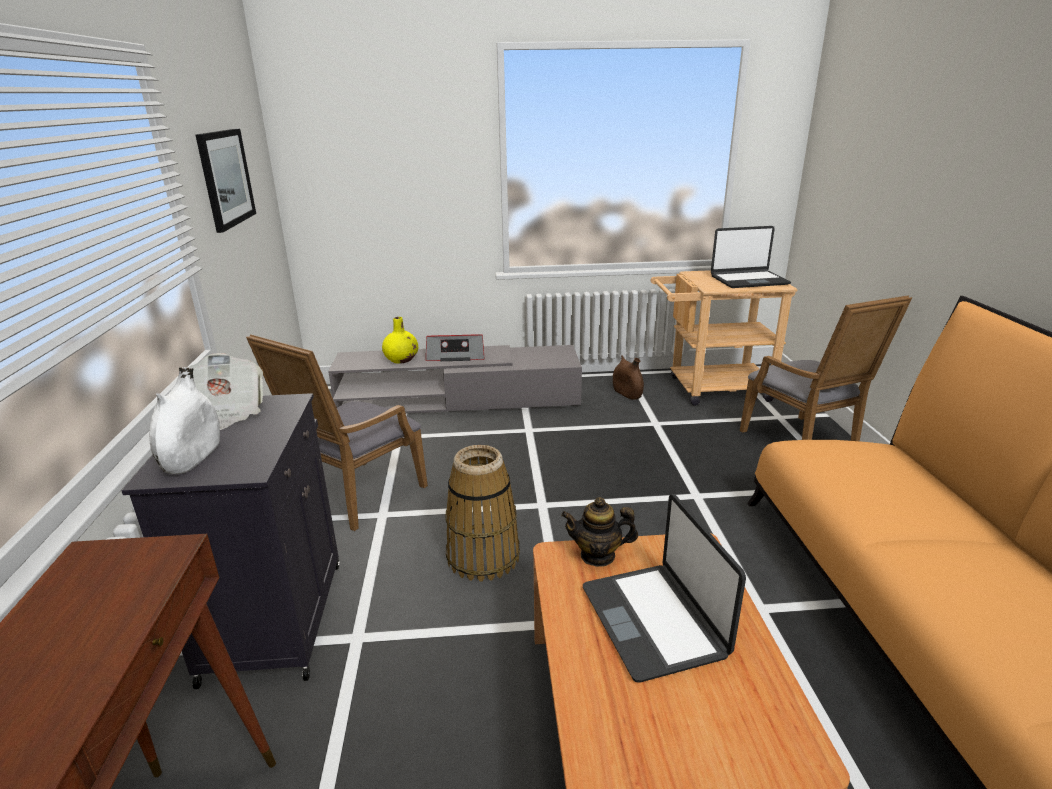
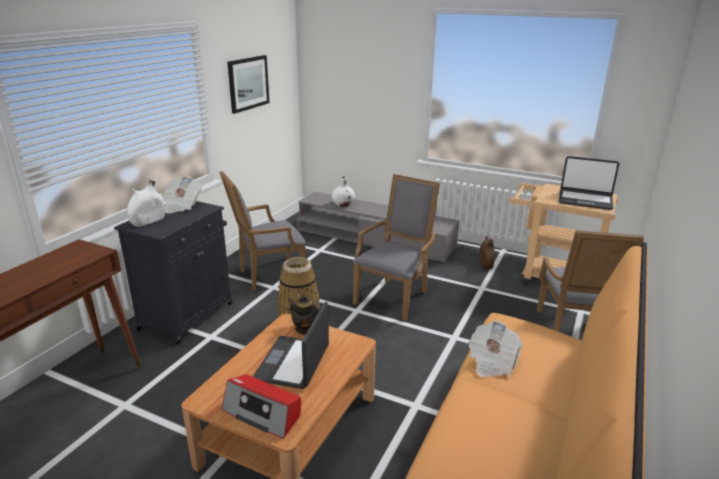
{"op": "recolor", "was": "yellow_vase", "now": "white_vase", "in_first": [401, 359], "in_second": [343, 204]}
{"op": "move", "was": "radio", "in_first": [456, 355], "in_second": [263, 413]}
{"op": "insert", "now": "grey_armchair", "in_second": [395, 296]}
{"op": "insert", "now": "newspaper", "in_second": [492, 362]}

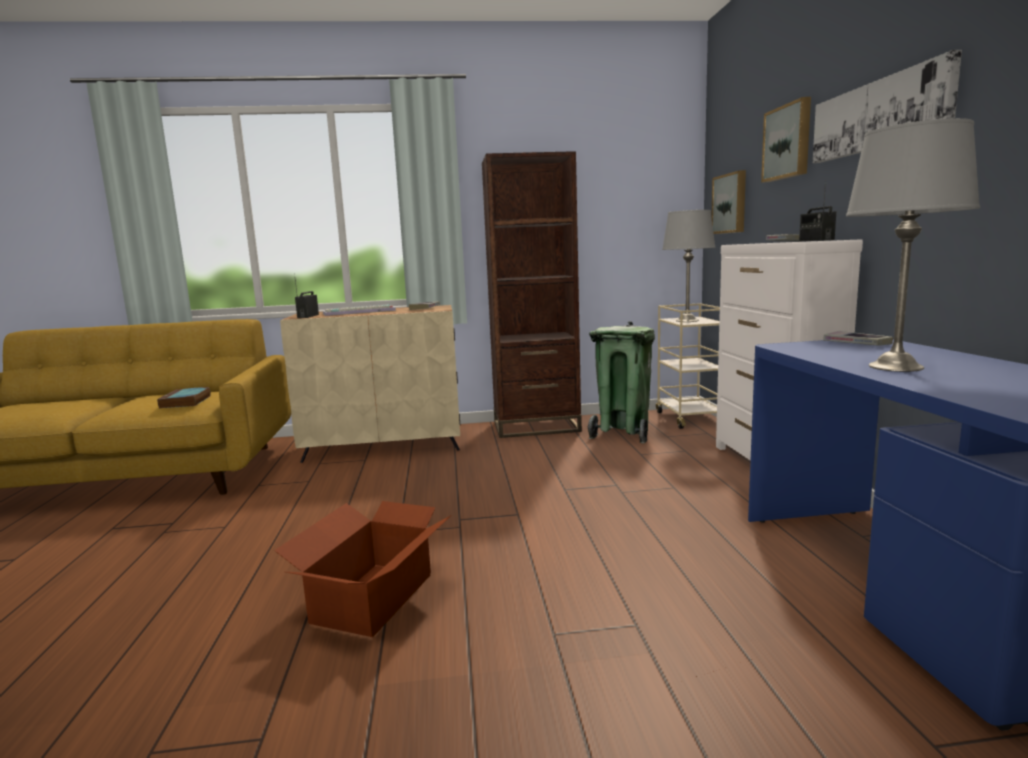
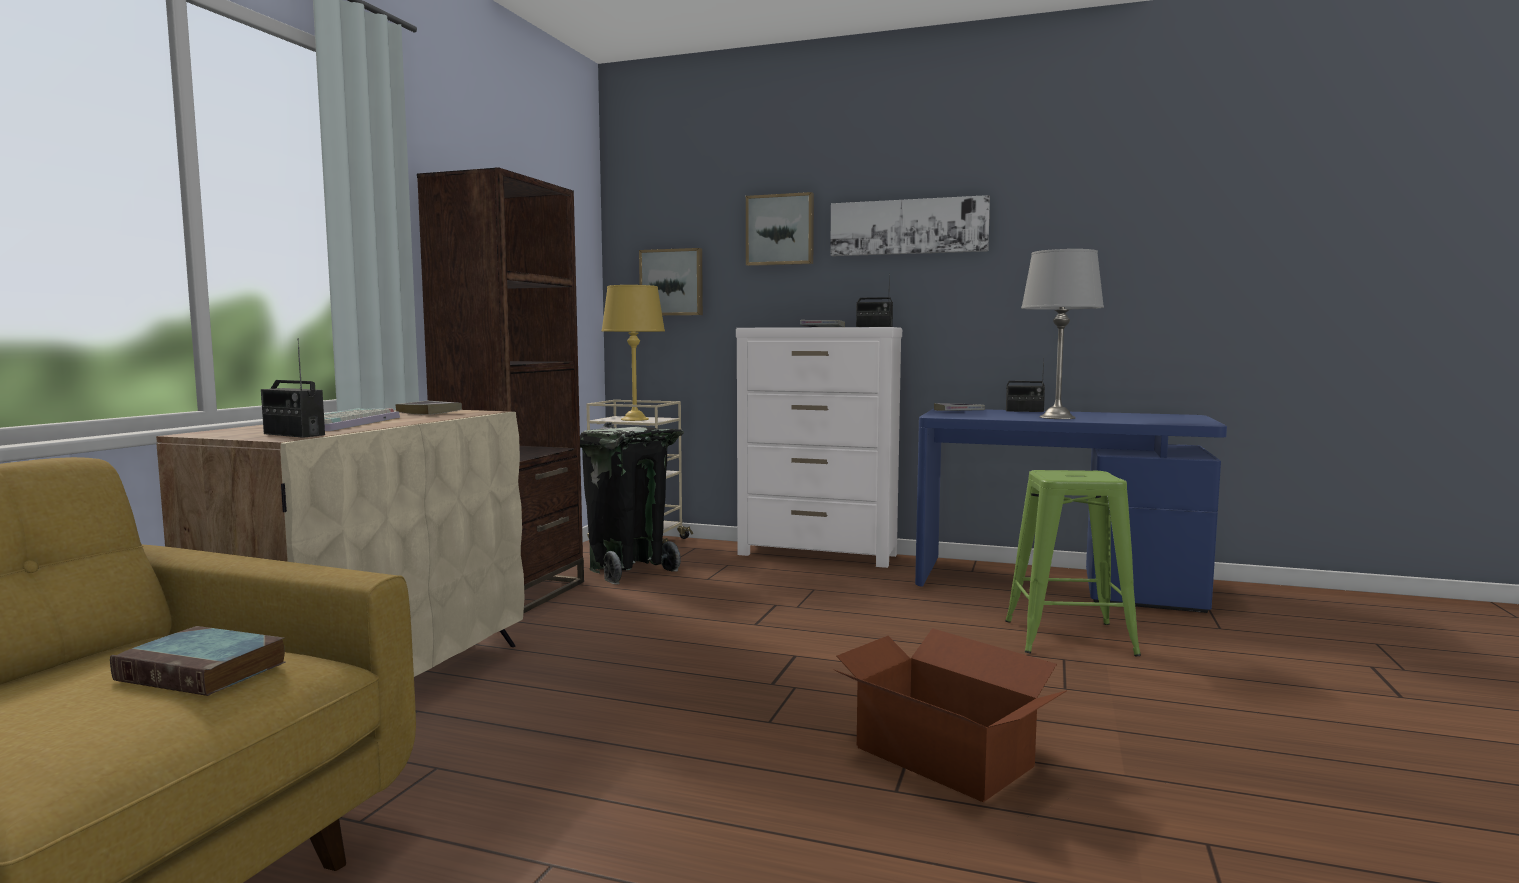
{"op": "recolor", "was": "green_trash_can", "now": "black_trash_can", "in_first": [622, 433], "in_second": [628, 570]}
{"op": "recolor", "was": "grey_table_lamp", "now": "yellow_table_lamp", "in_first": [687, 320], "in_second": [635, 419]}
{"op": "insert", "now": "green_stool", "in_second": [1070, 638]}
{"op": "insert", "now": "radio", "in_second": [1024, 411]}

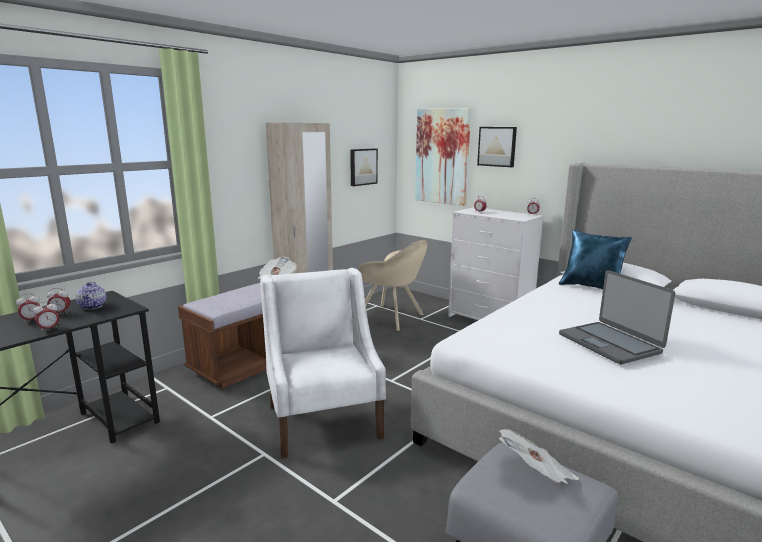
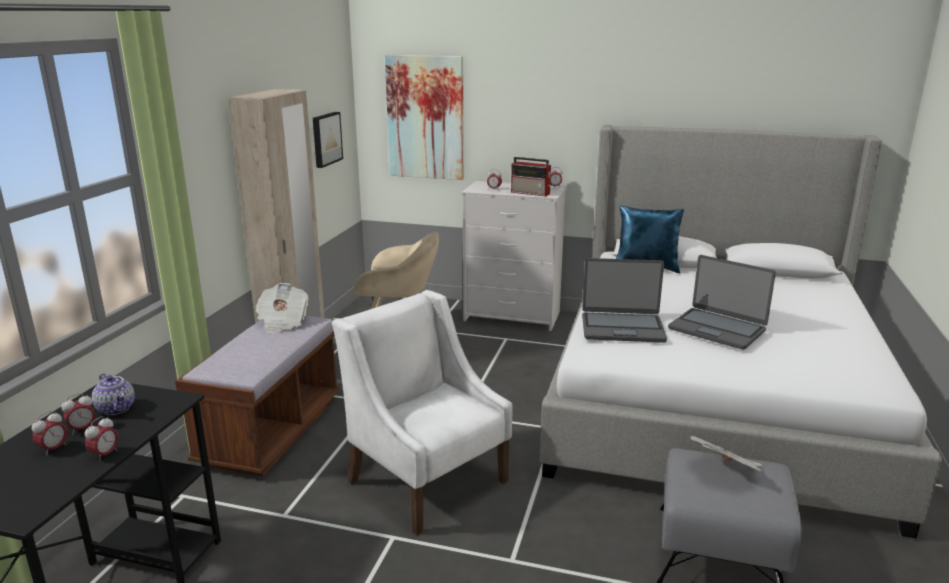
{"op": "delete", "was": "picture", "in_first": [497, 146]}
{"op": "insert", "now": "radio", "in_second": [531, 193]}
{"op": "insert", "now": "laptop", "in_second": [622, 328]}

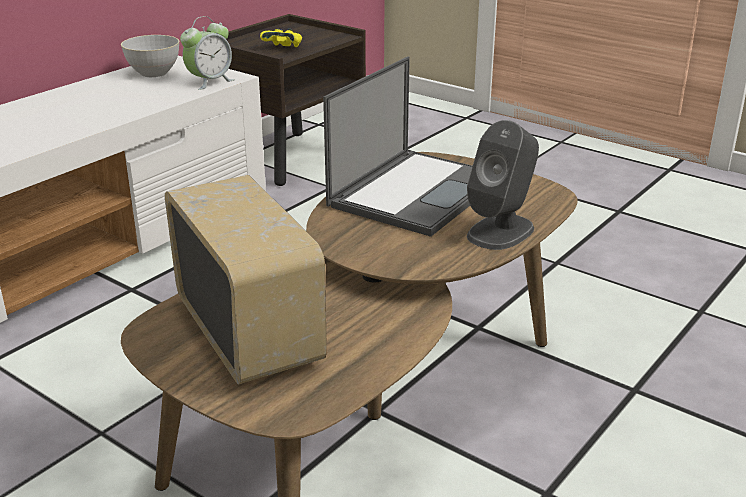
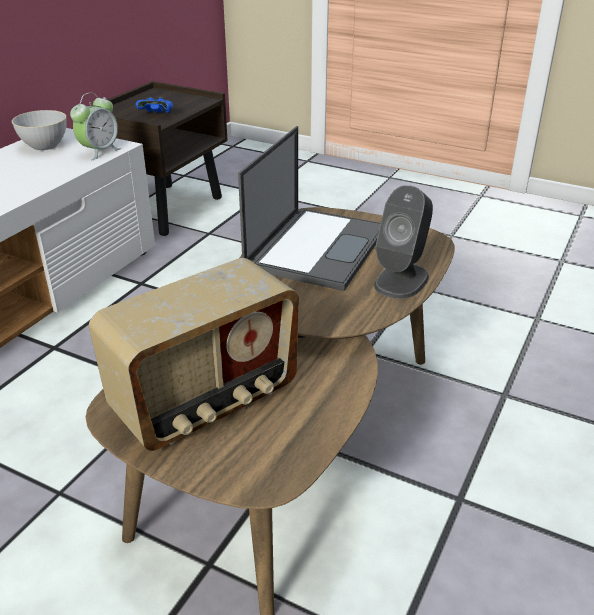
{"op": "rotate", "was": "radio", "in_first": [250, 333], "in_second": [206, 402], "clockwise": 90}
{"op": "recolor", "was": "yellow_game_controller", "now": "blue_game_controller", "in_first": [284, 48], "in_second": [157, 114]}

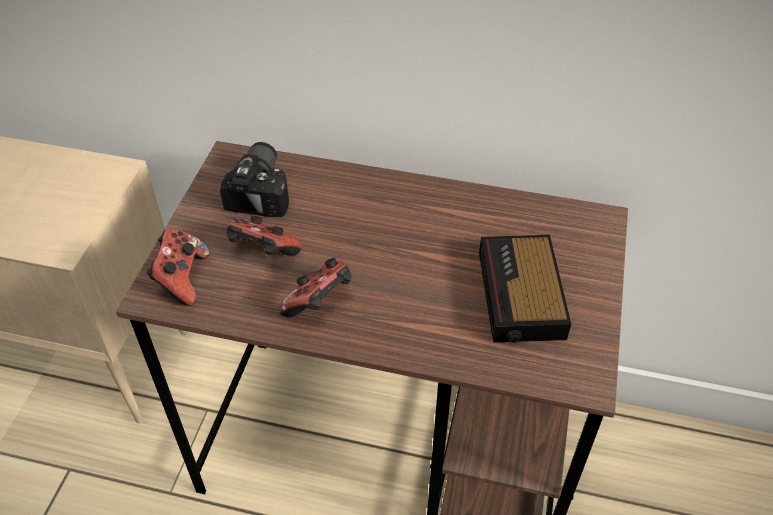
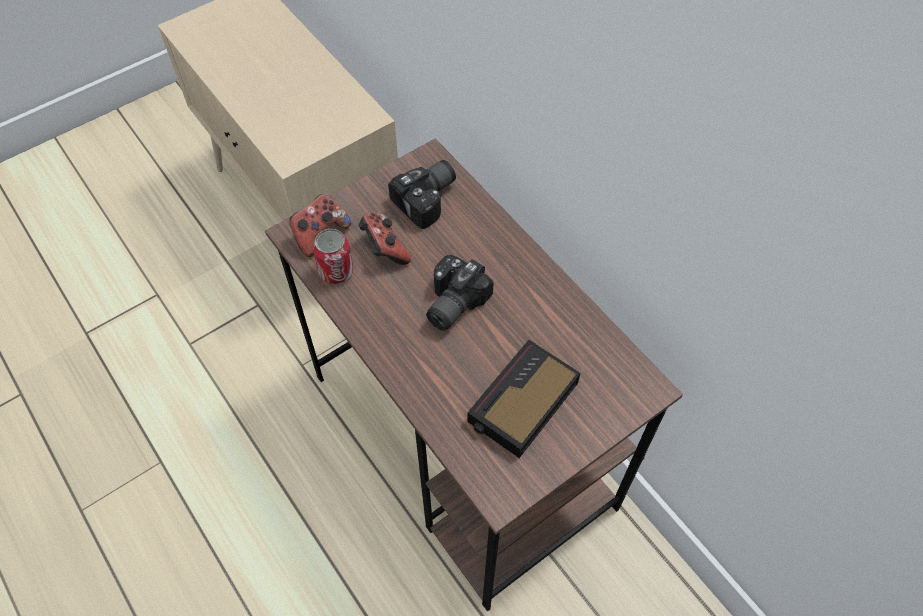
{"op": "delete", "was": "game_controller", "in_first": [319, 303]}
{"op": "insert", "now": "can", "in_second": [336, 271]}
{"op": "insert", "now": "photo_camera", "in_second": [451, 303]}

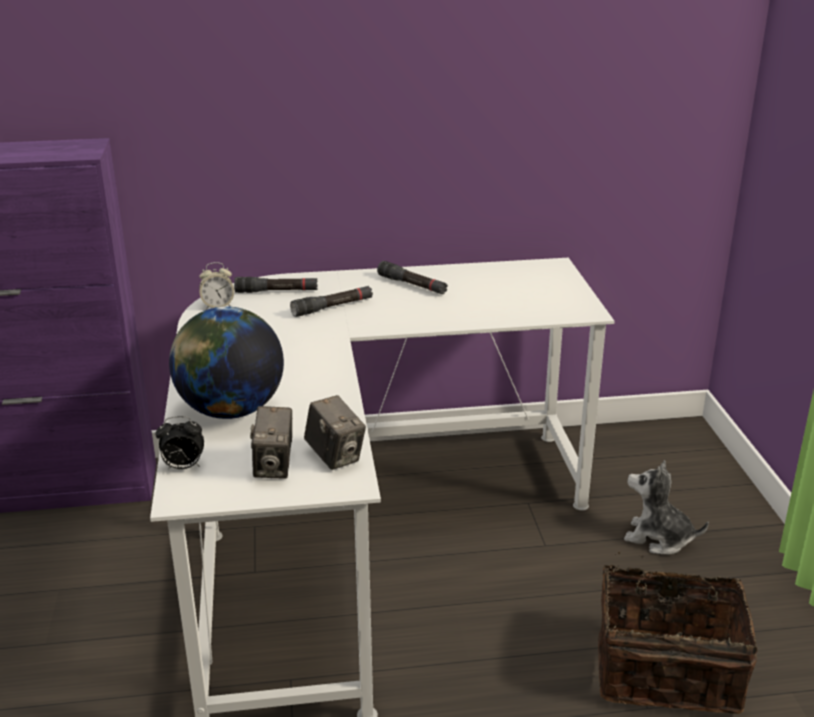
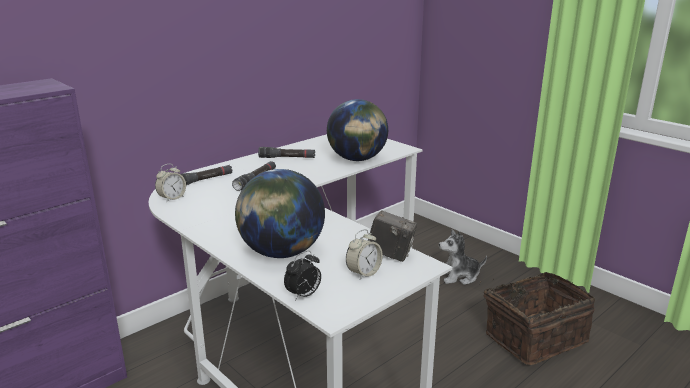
{"op": "replace", "was": "photo_camera", "now": "alarm_clock", "in_first": [274, 466], "in_second": [363, 273]}
{"op": "insert", "now": "globe", "in_second": [357, 159]}

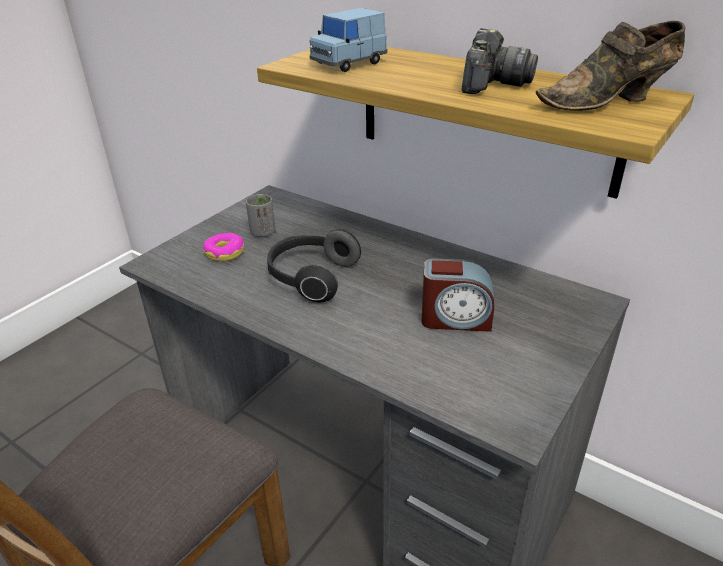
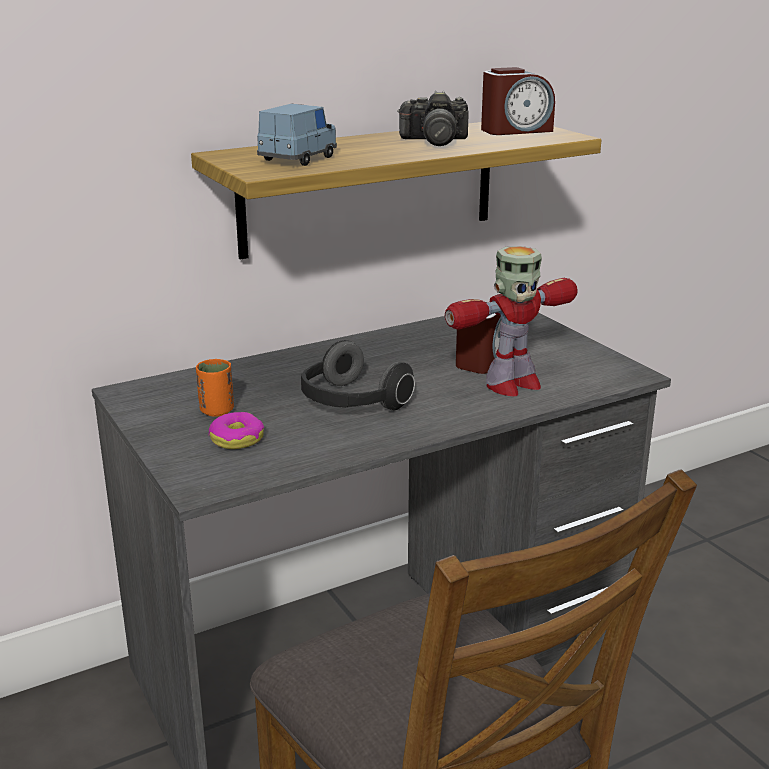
{"op": "recolor", "was": "grey_cup", "now": "orange_cup", "in_first": [263, 232], "in_second": [216, 411]}
{"op": "rotate", "was": "blue_toy_car", "in_first": [348, 63], "in_second": [298, 159], "clockwise": -135}
{"op": "rotate", "was": "photo_camera", "in_first": [492, 84], "in_second": [434, 141], "clockwise": 135}
{"op": "replace", "was": "brown_shoe", "now": "alarm_clock", "in_first": [609, 102], "in_second": [515, 130]}
{"op": "insert", "now": "toy_robot", "in_second": [511, 385]}

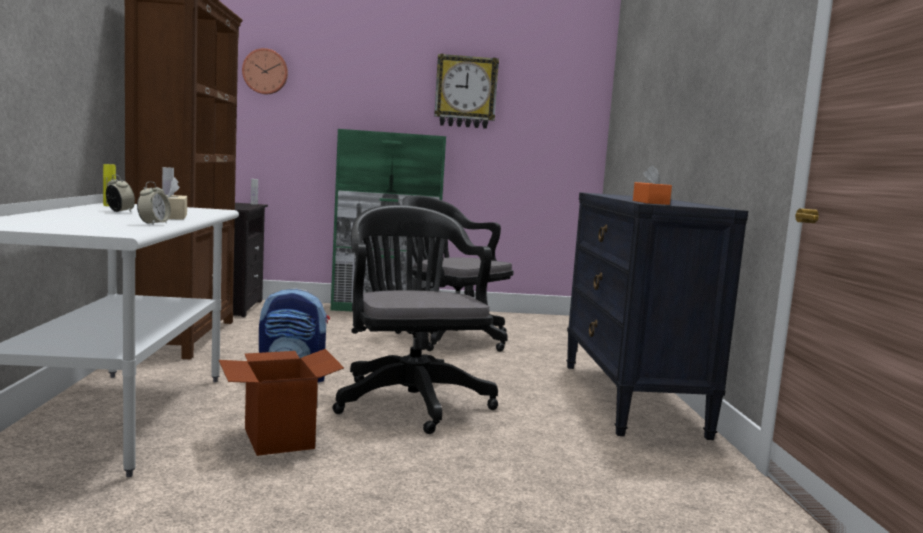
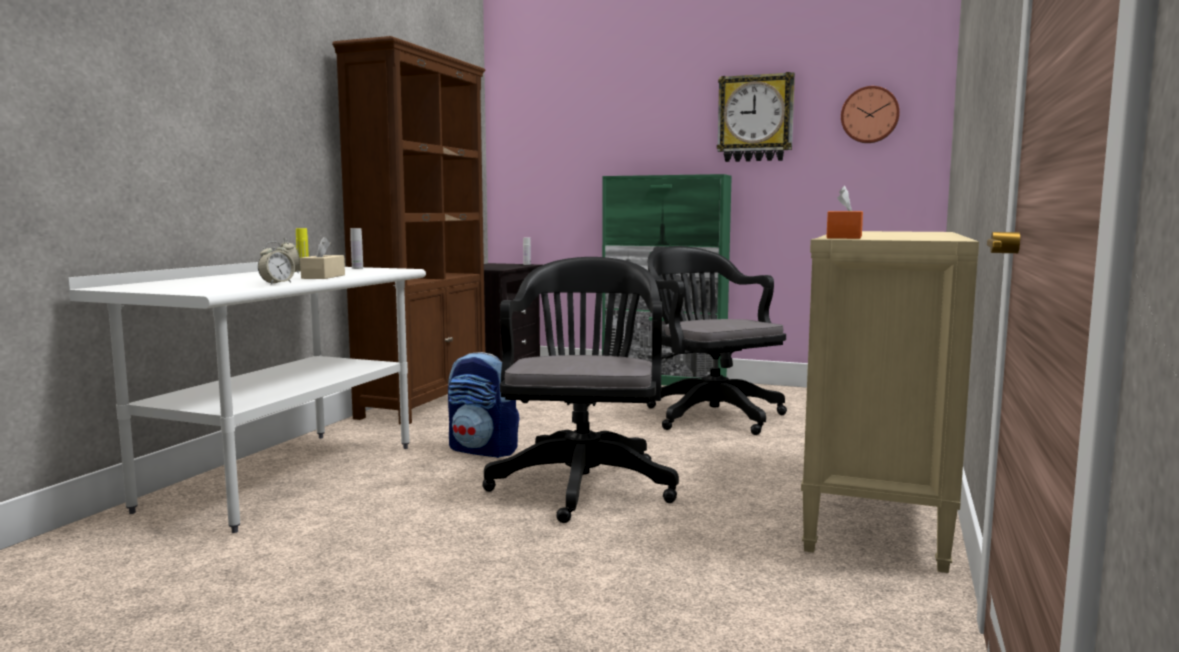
{"op": "delete", "was": "cardboard_box", "in_first": [278, 438]}
{"op": "move", "was": "wall_clock", "in_first": [265, 71], "in_second": [869, 115]}
{"op": "recolor", "was": "black_dresser", "now": "beige_dresser", "in_first": [631, 398], "in_second": [878, 505]}

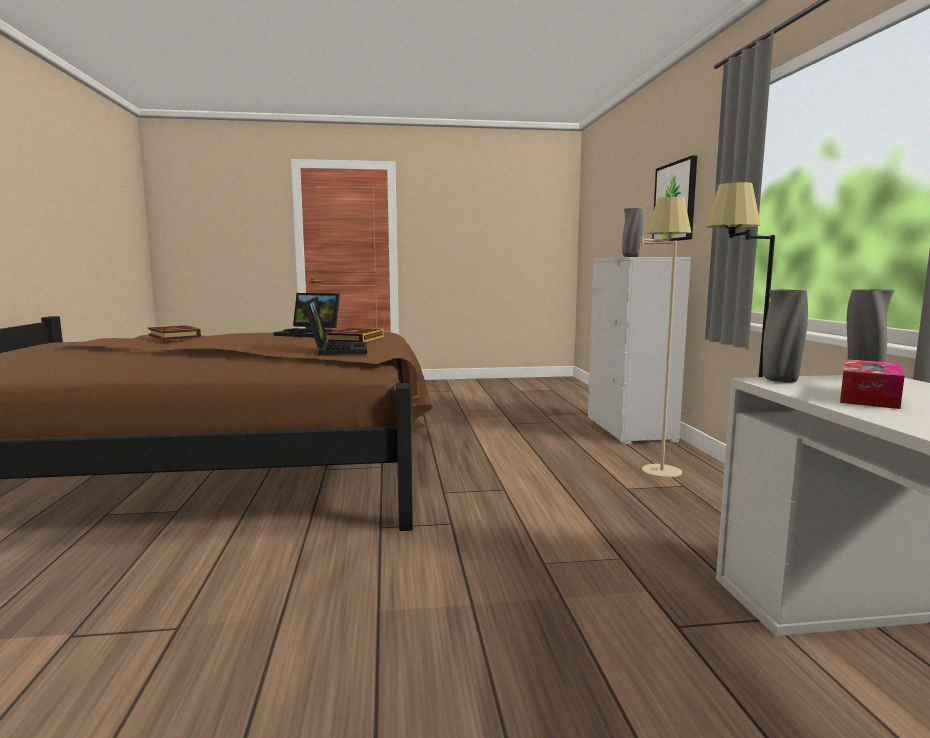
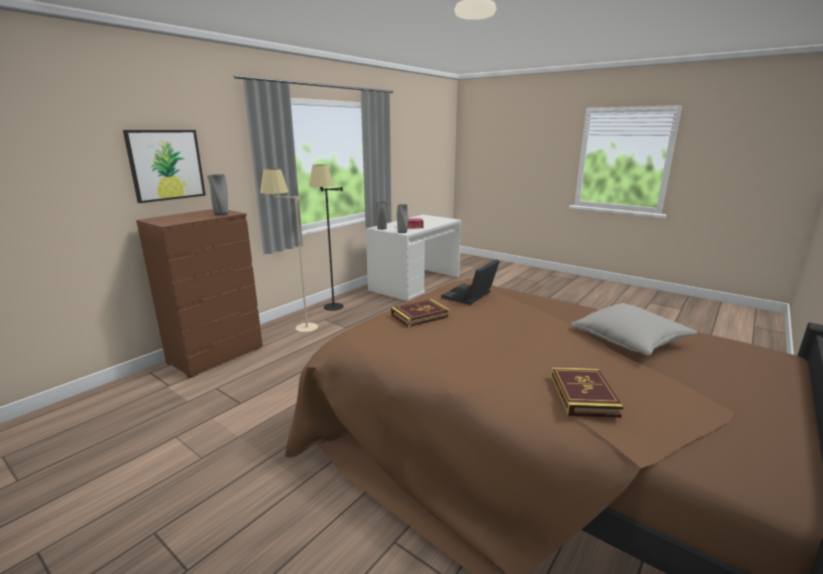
{"op": "delete", "was": "laptop", "in_first": [310, 334]}
{"op": "recolor", "was": "white_dresser", "now": "brown_dresser", "in_first": [630, 430], "in_second": [216, 355]}
{"op": "insert", "now": "grey_pillow", "in_second": [630, 341]}

